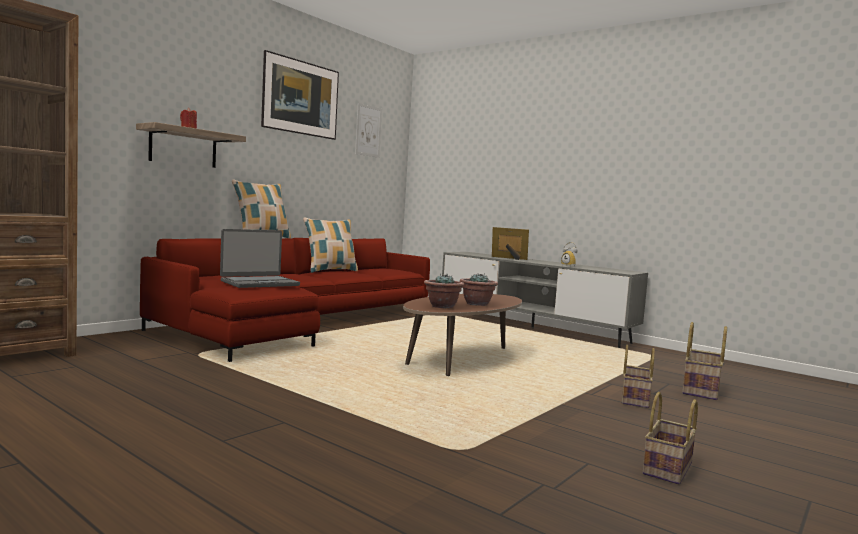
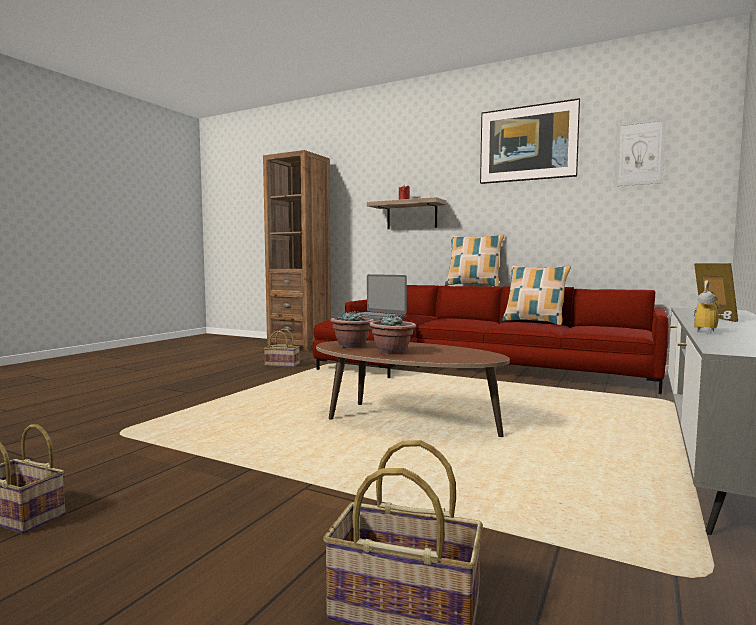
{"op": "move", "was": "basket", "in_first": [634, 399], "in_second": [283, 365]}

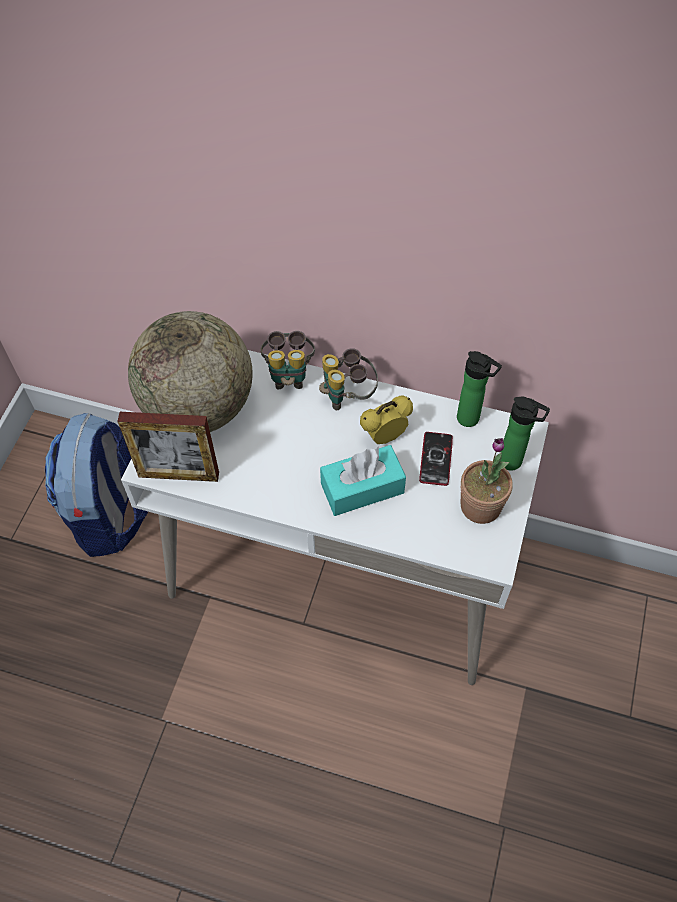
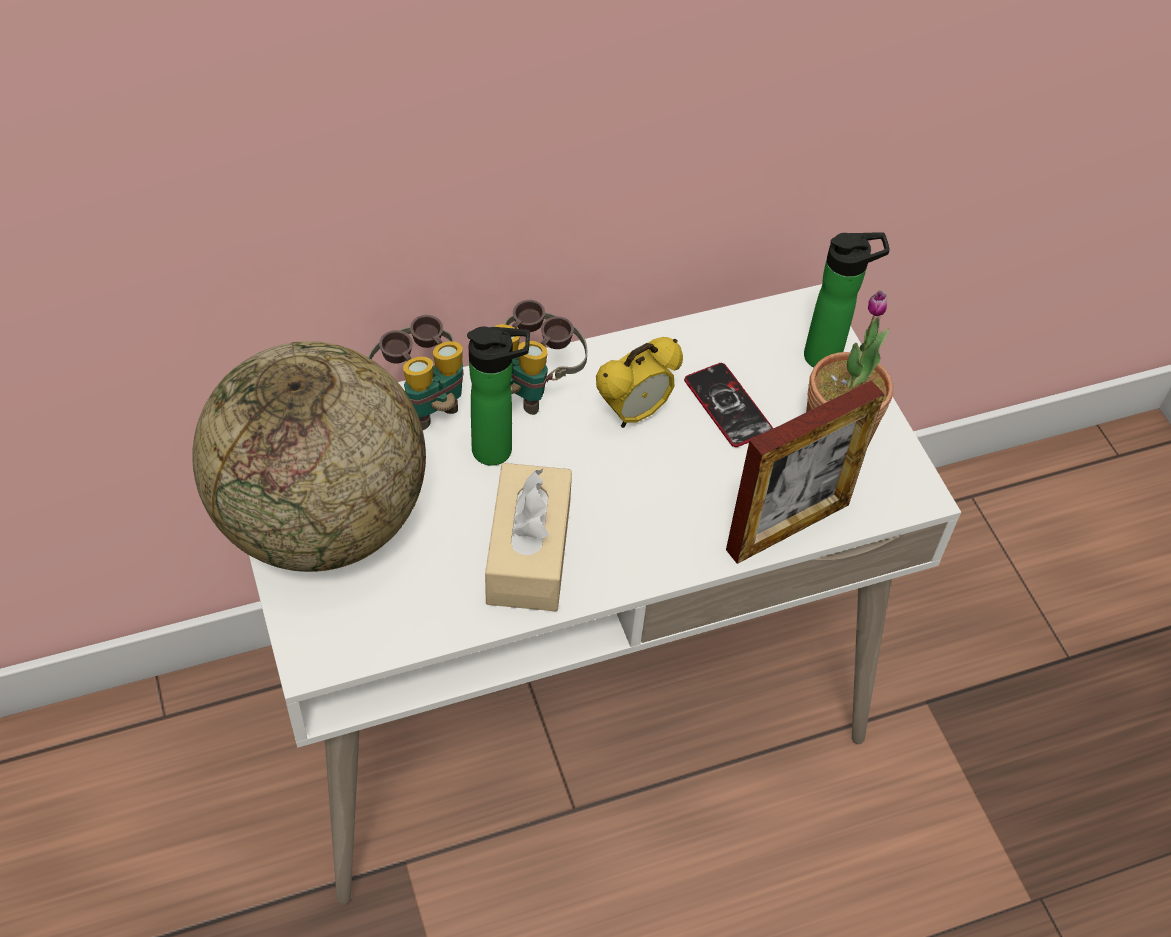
{"op": "delete", "was": "backpack", "in_first": [110, 515]}
{"op": "move", "was": "picture_frame", "in_first": [179, 474], "in_second": [788, 527]}
{"op": "delete", "was": "turquoise_tissue_box", "in_first": [362, 488]}
{"op": "rotate", "was": "alarm_clock", "in_first": [385, 436], "in_second": [634, 413], "clockwise": -150}
{"op": "move", "was": "bottle", "in_first": [471, 420], "in_second": [498, 450]}
{"op": "insert", "now": "beige_tissue_box", "in_second": [529, 552]}

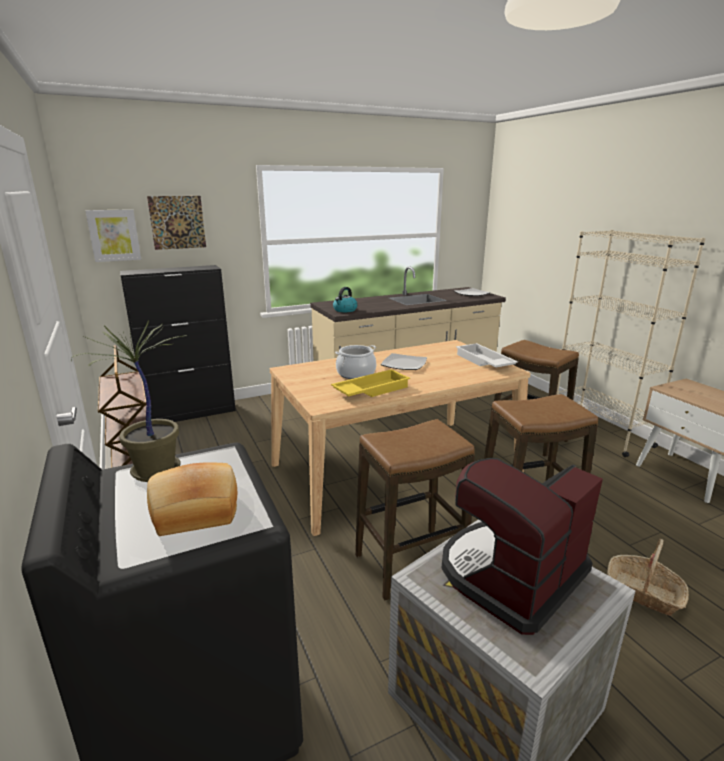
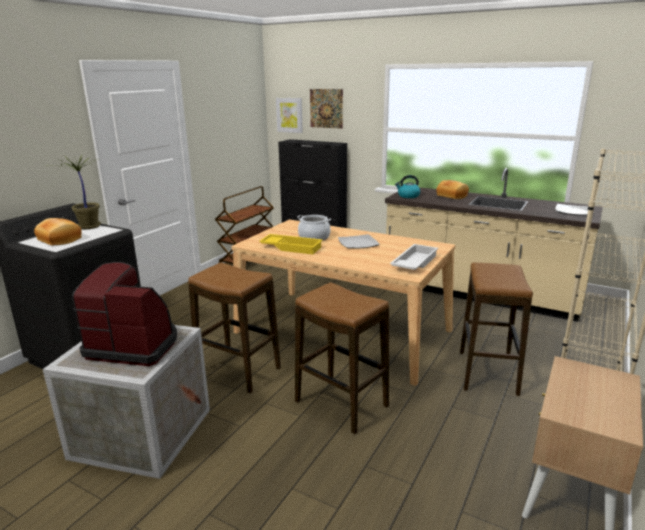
{"op": "delete", "was": "basket", "in_first": [643, 592]}
{"op": "insert", "now": "bread", "in_second": [452, 196]}

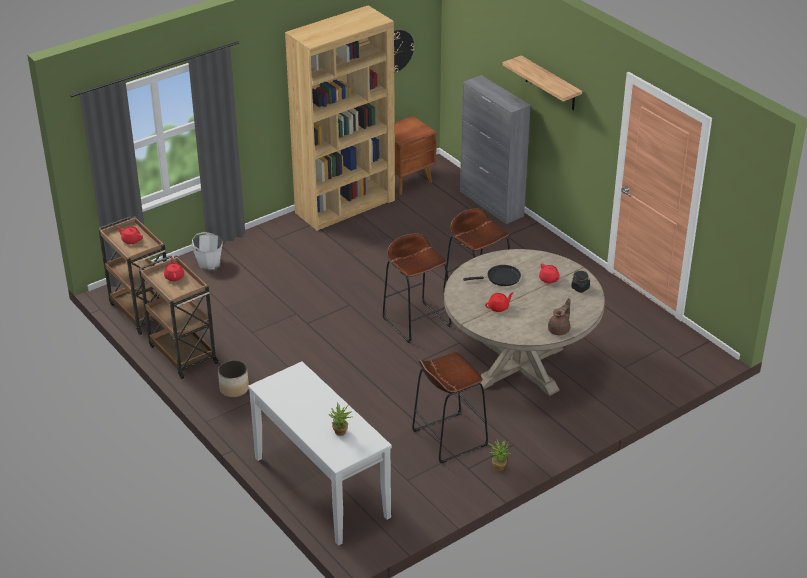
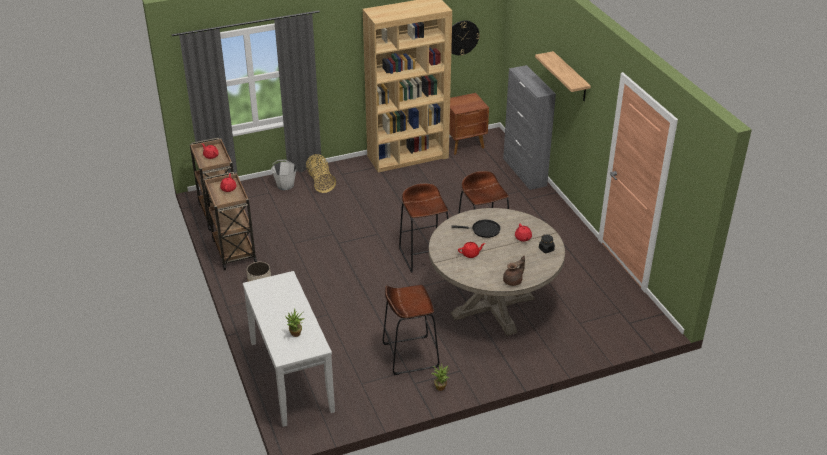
{"op": "insert", "now": "basket", "in_second": [320, 181]}

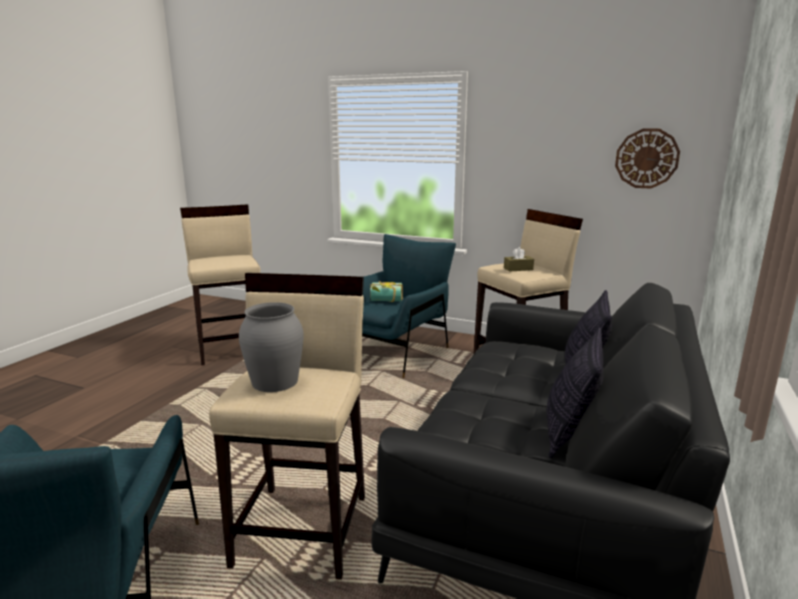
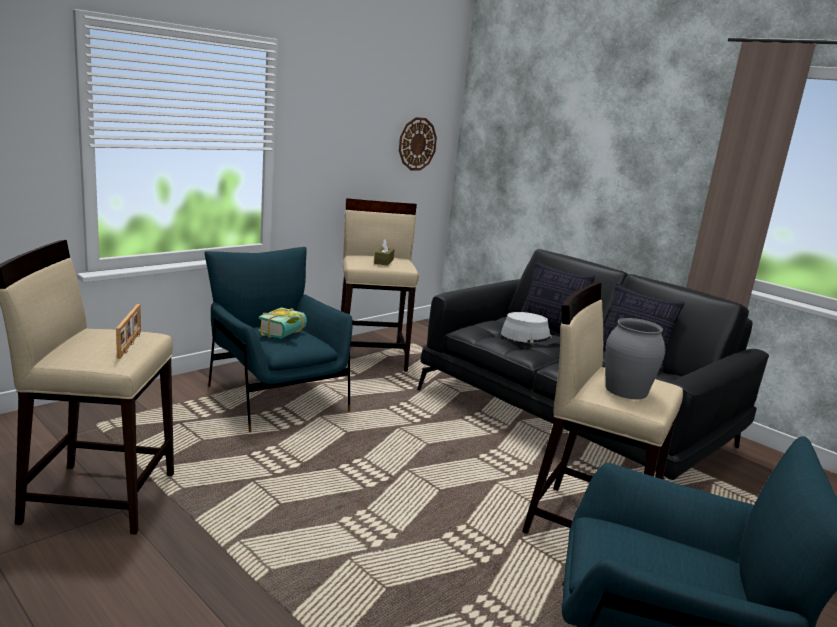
{"op": "insert", "now": "picture_frame", "in_second": [130, 344]}
{"op": "insert", "now": "grey_hat", "in_second": [530, 337]}

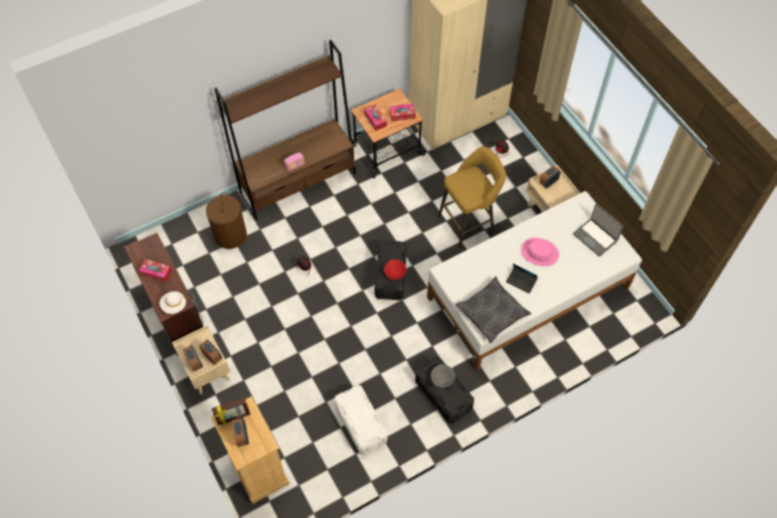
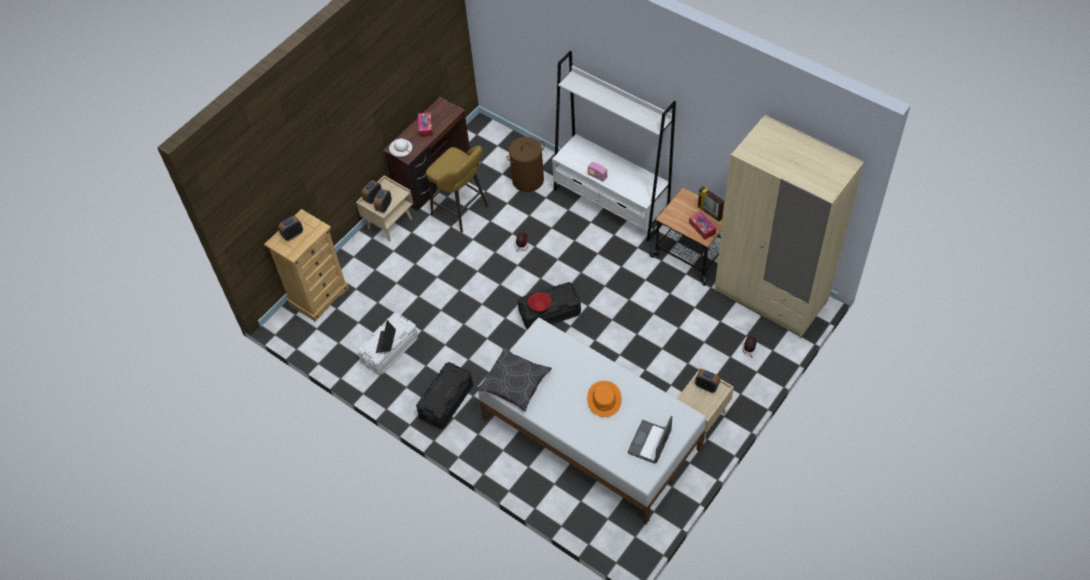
{"op": "move", "was": "picture_frame", "in_first": [233, 418], "in_second": [709, 213]}
{"op": "recolor", "was": "brown_bookcase", "now": "white_bookcase", "in_first": [298, 183], "in_second": [611, 203]}
{"op": "delete", "was": "tissue_box", "in_first": [375, 120]}
{"op": "delete", "was": "grey_bowl", "in_first": [442, 379]}
{"op": "move", "was": "yellow_stool", "in_first": [468, 222], "in_second": [462, 212]}
{"op": "move", "was": "laptop", "in_first": [521, 281], "in_second": [386, 343]}
{"op": "recolor", "was": "pink_hat", "now": "orange_hat", "in_first": [539, 252], "in_second": [604, 399]}

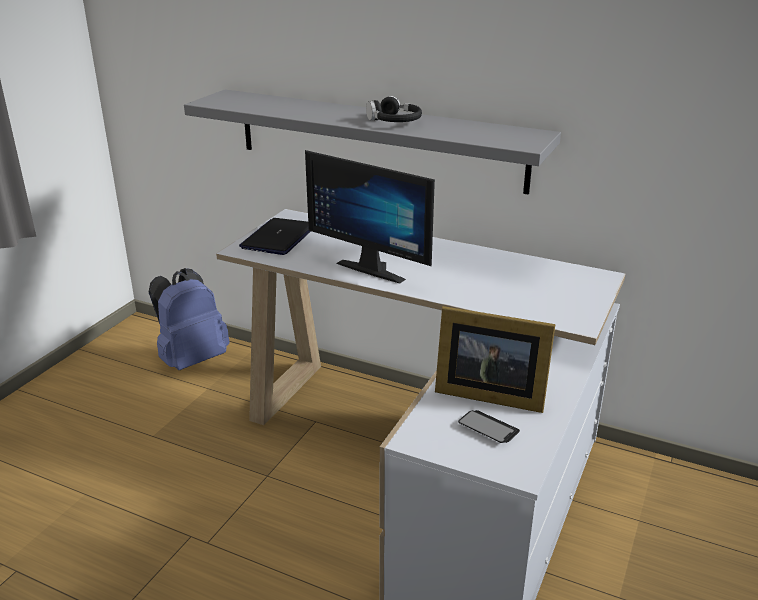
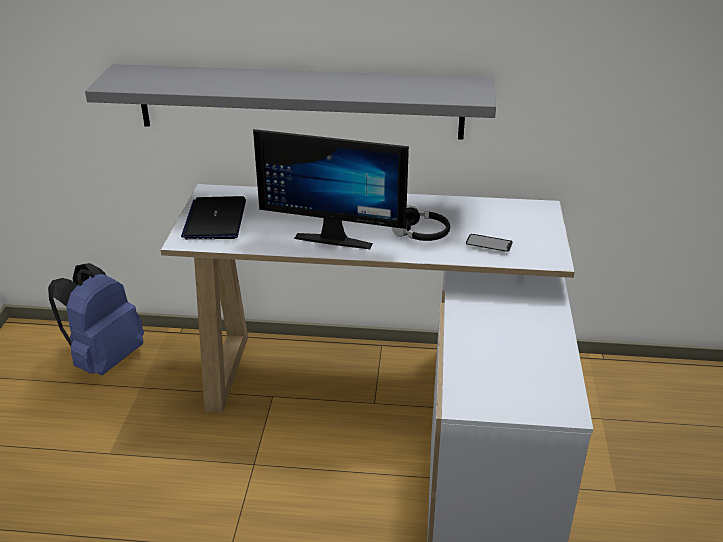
{"op": "move", "was": "black_headphones", "in_first": [394, 121], "in_second": [421, 233]}
{"op": "delete", "was": "picture_frame", "in_first": [487, 393]}
{"op": "move", "was": "phone", "in_first": [488, 428], "in_second": [489, 244]}

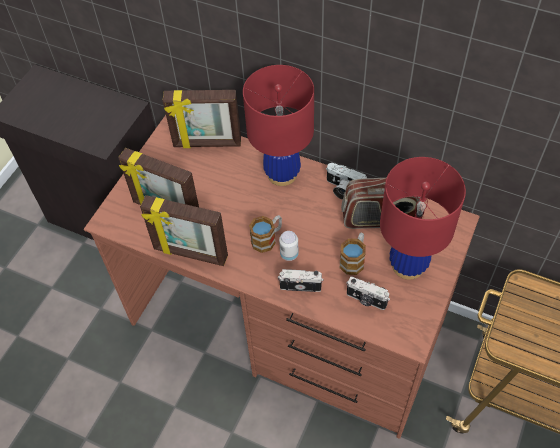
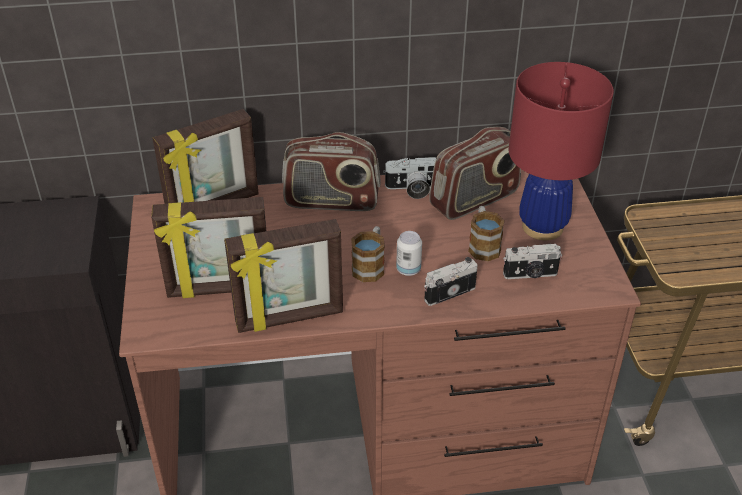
{"op": "replace", "was": "red_table_lamp", "now": "radio", "in_first": [282, 174], "in_second": [331, 201]}

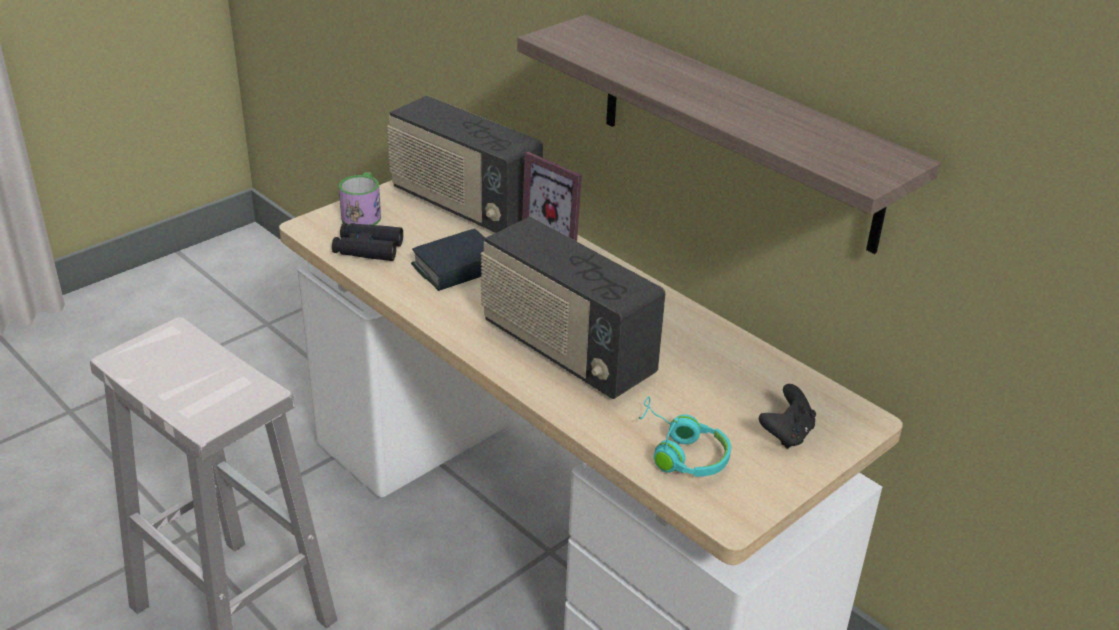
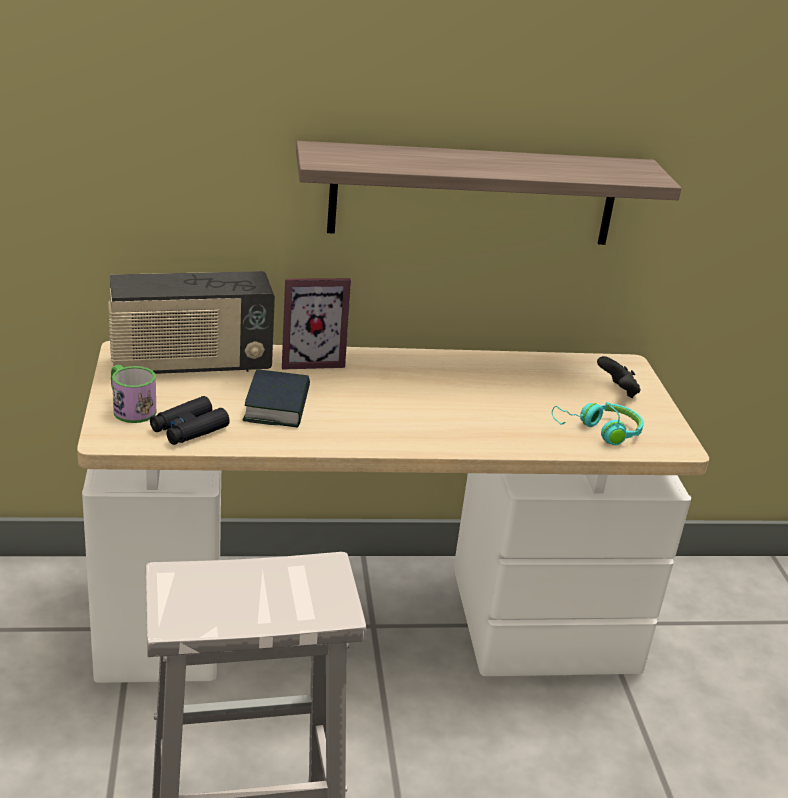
{"op": "delete", "was": "radio", "in_first": [566, 351]}

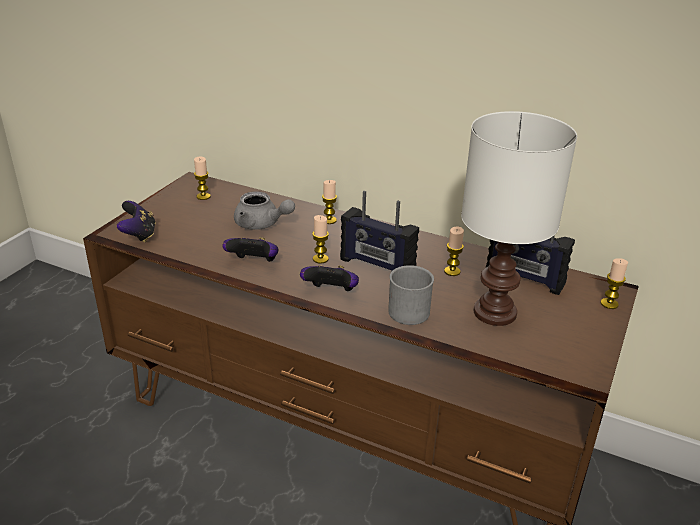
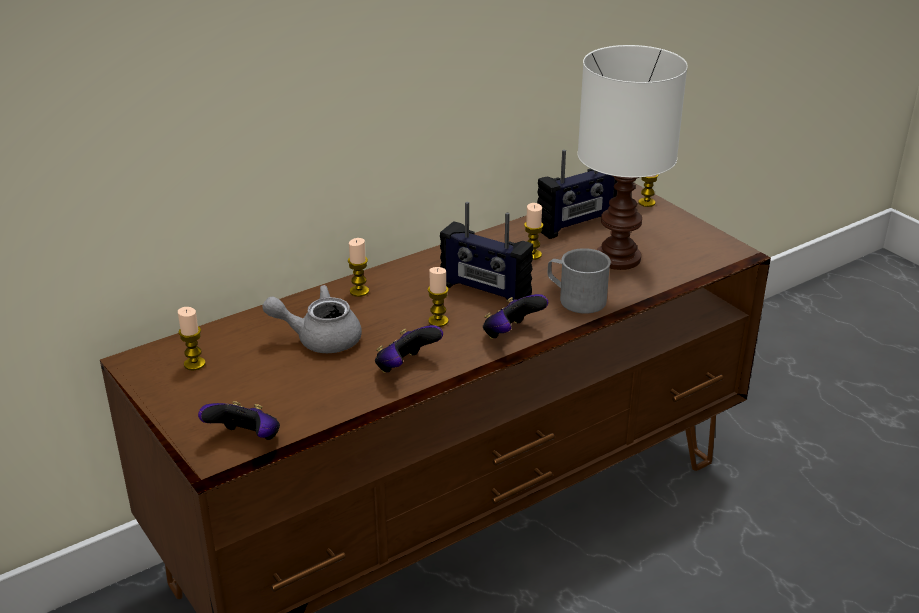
{"op": "rotate", "was": "grey_teapot", "in_first": [261, 224], "in_second": [319, 338], "clockwise": -150}
{"op": "rotate", "was": "radio", "in_first": [377, 266], "in_second": [484, 292], "clockwise": 60}

